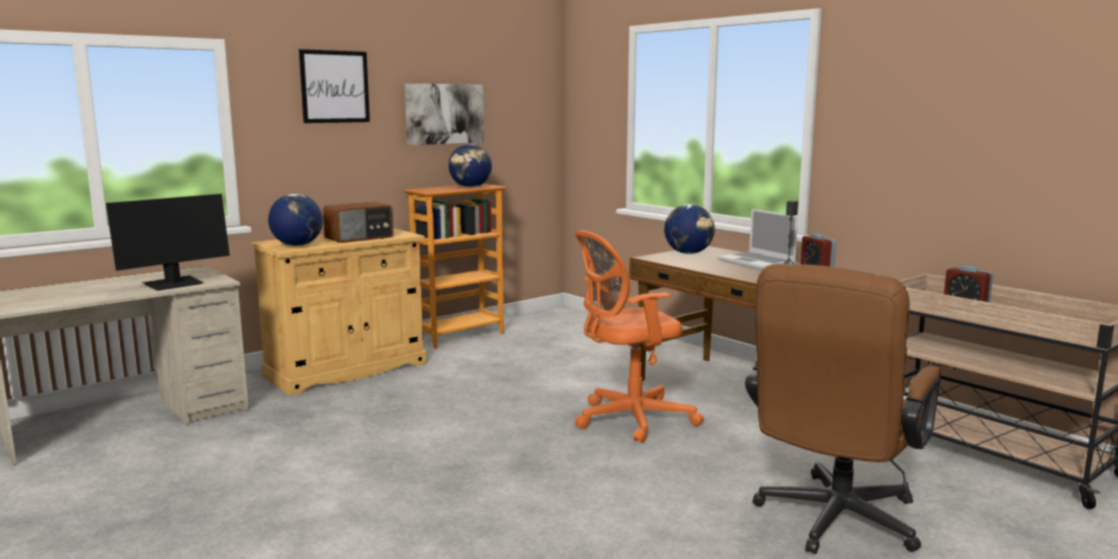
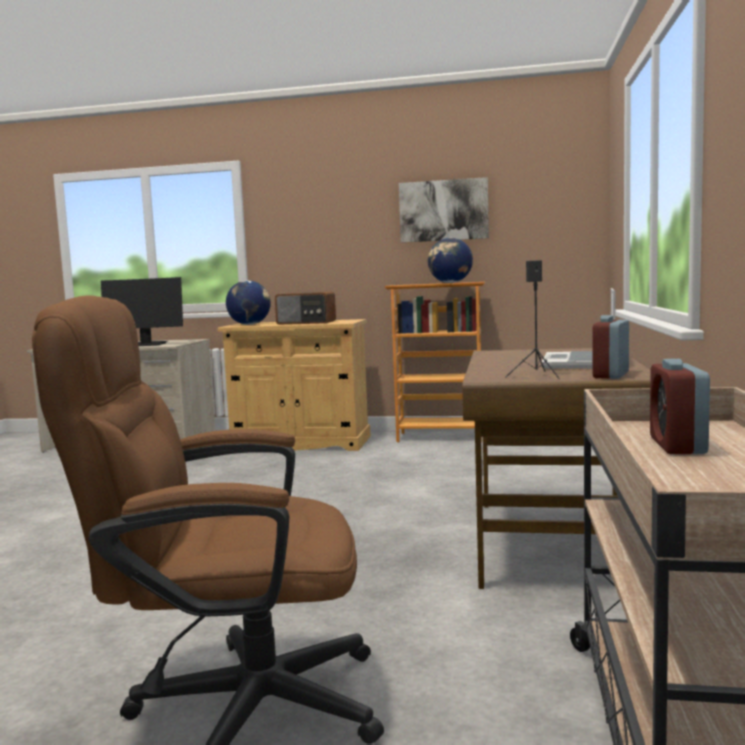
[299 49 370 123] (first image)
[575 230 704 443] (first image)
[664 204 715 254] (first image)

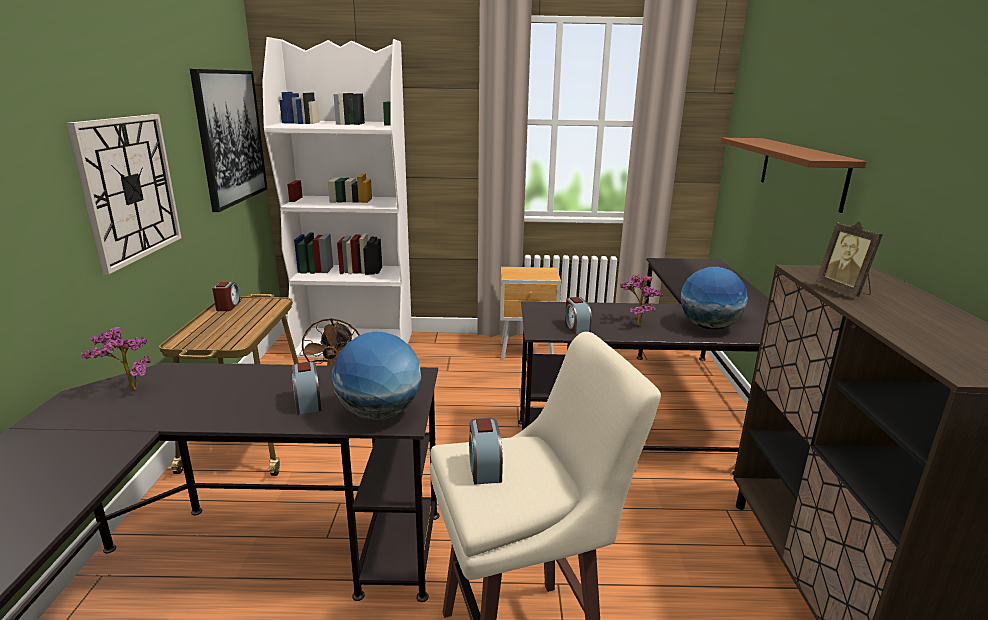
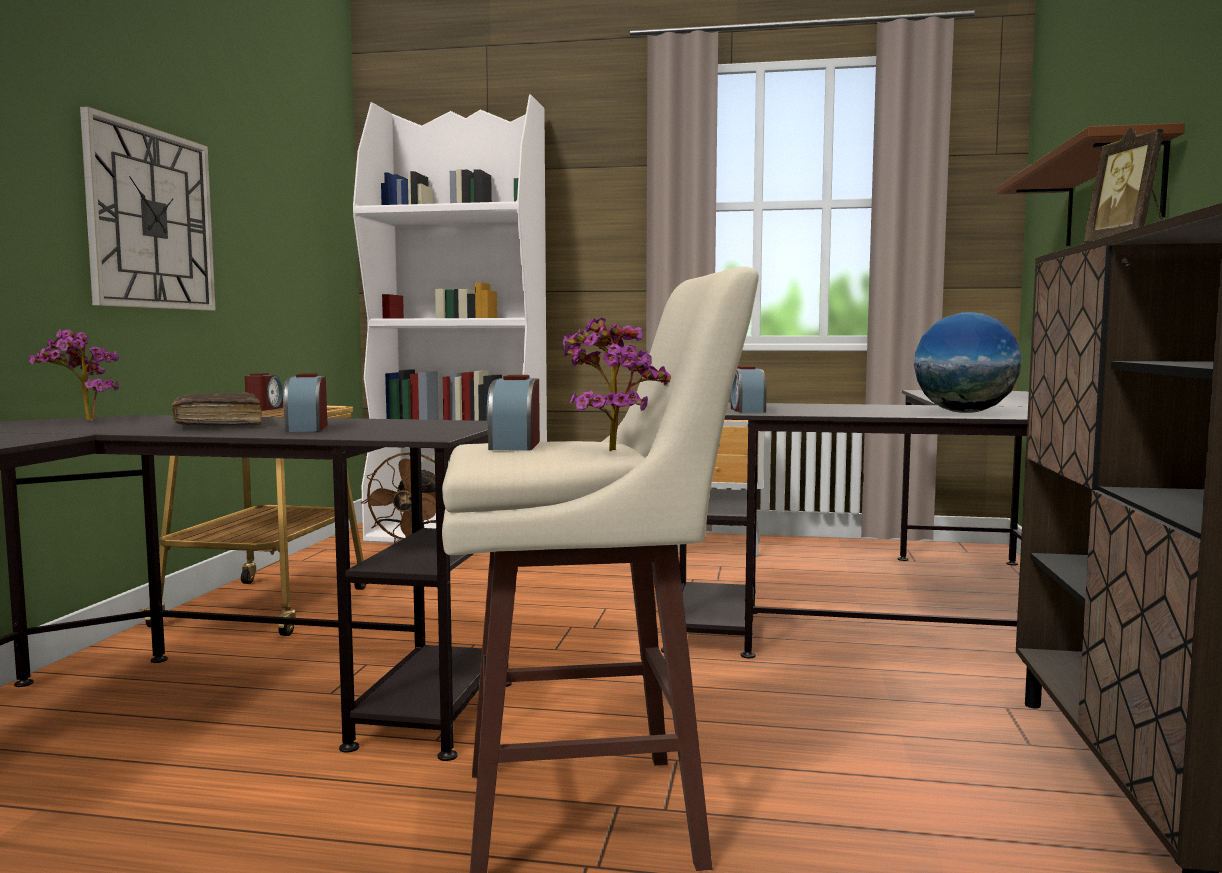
[190 69 267 212] (first image)
[332 332 421 420] (first image)
[563 318 671 451]
[172 392 262 426]

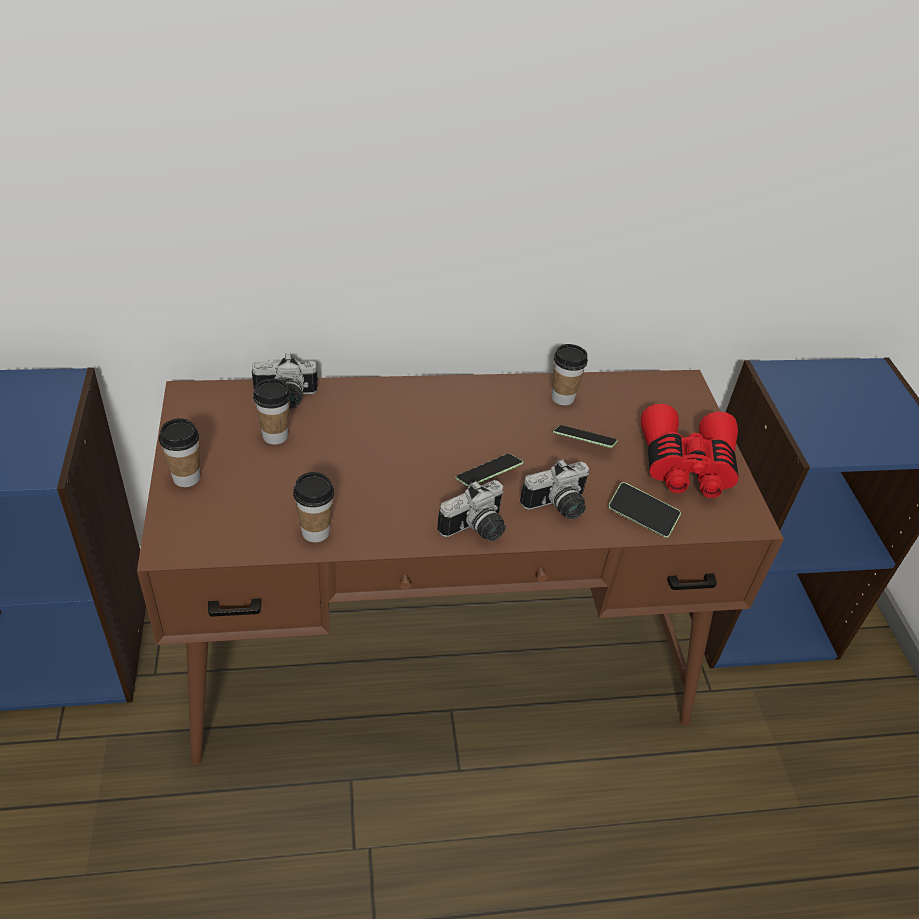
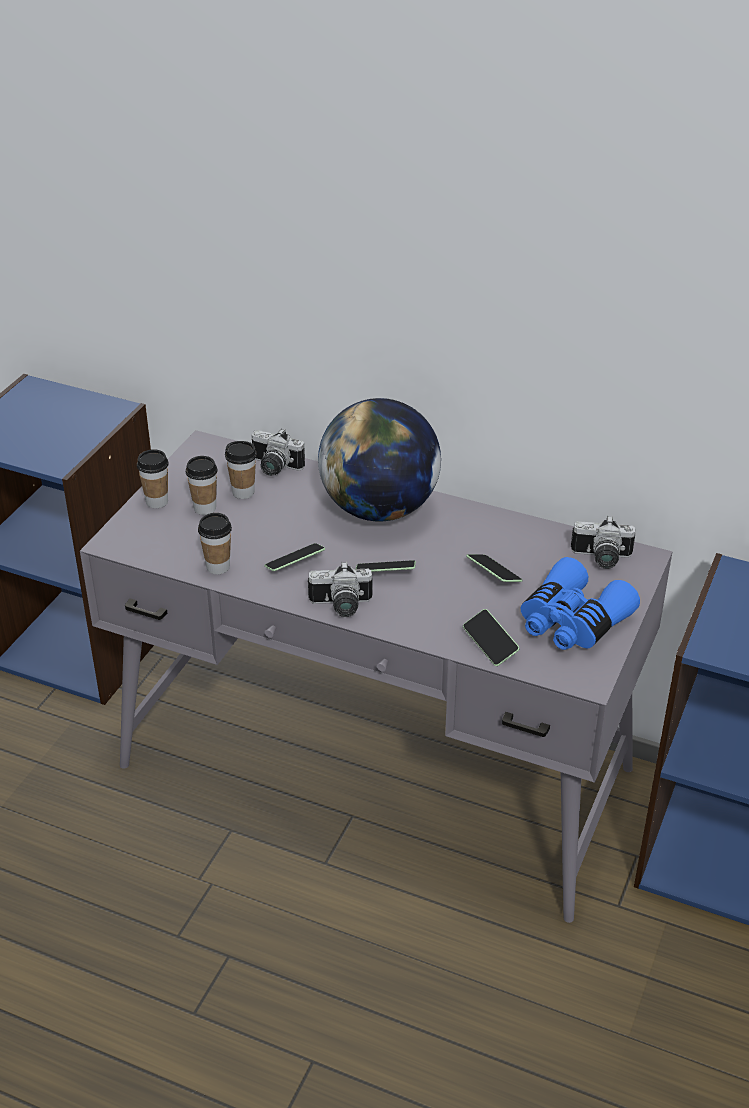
[80 430 673 923]
[571 516 635 569]
[186 456 218 515]
[521 557 640 650]
[264 543 325 571]
[318 398 441 521]

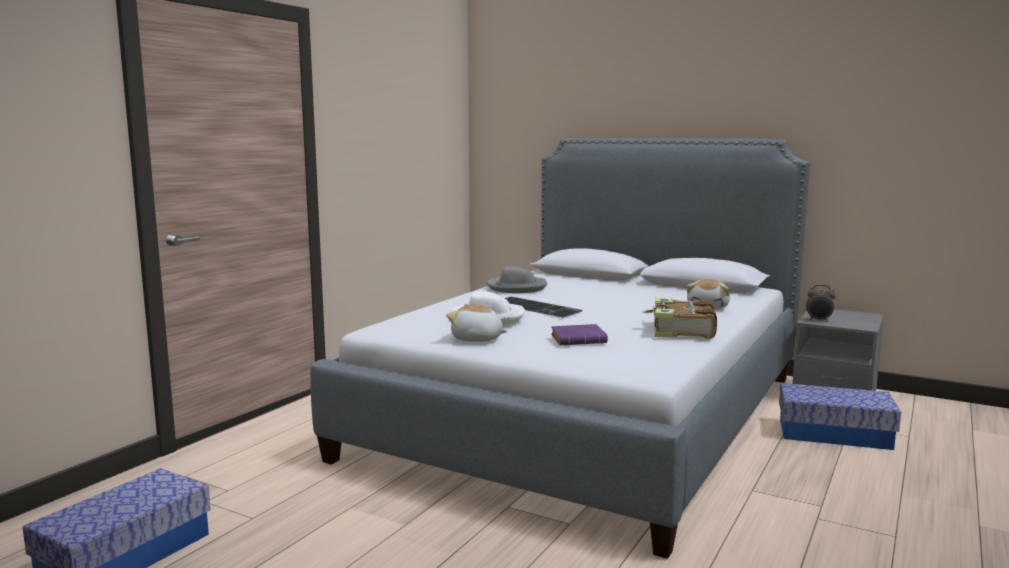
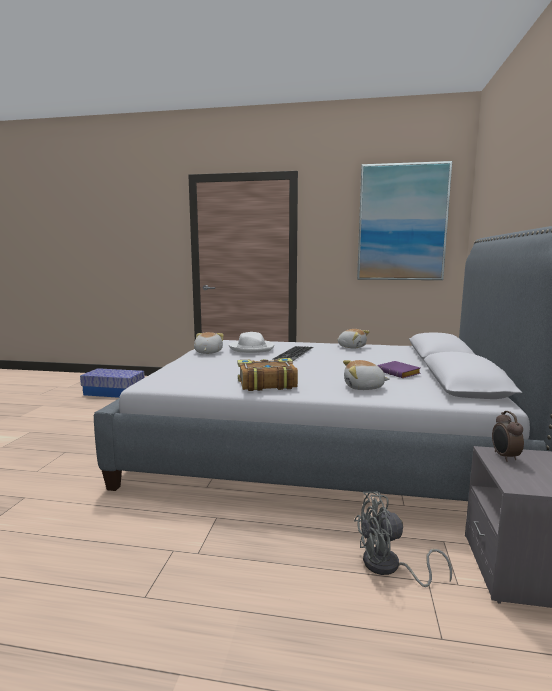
[337 329 370 348]
[378 361 421 378]
[354 492 452 587]
[357 161 452 280]

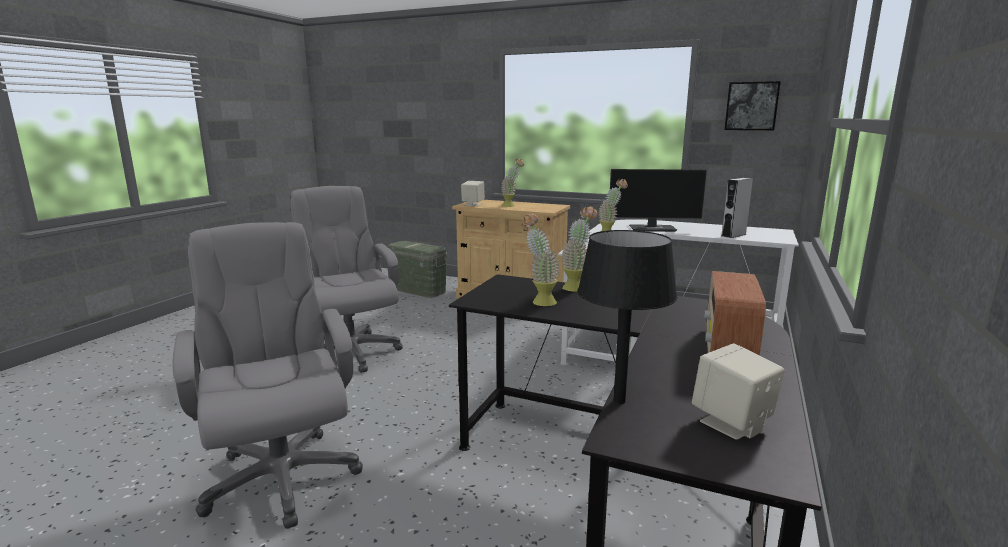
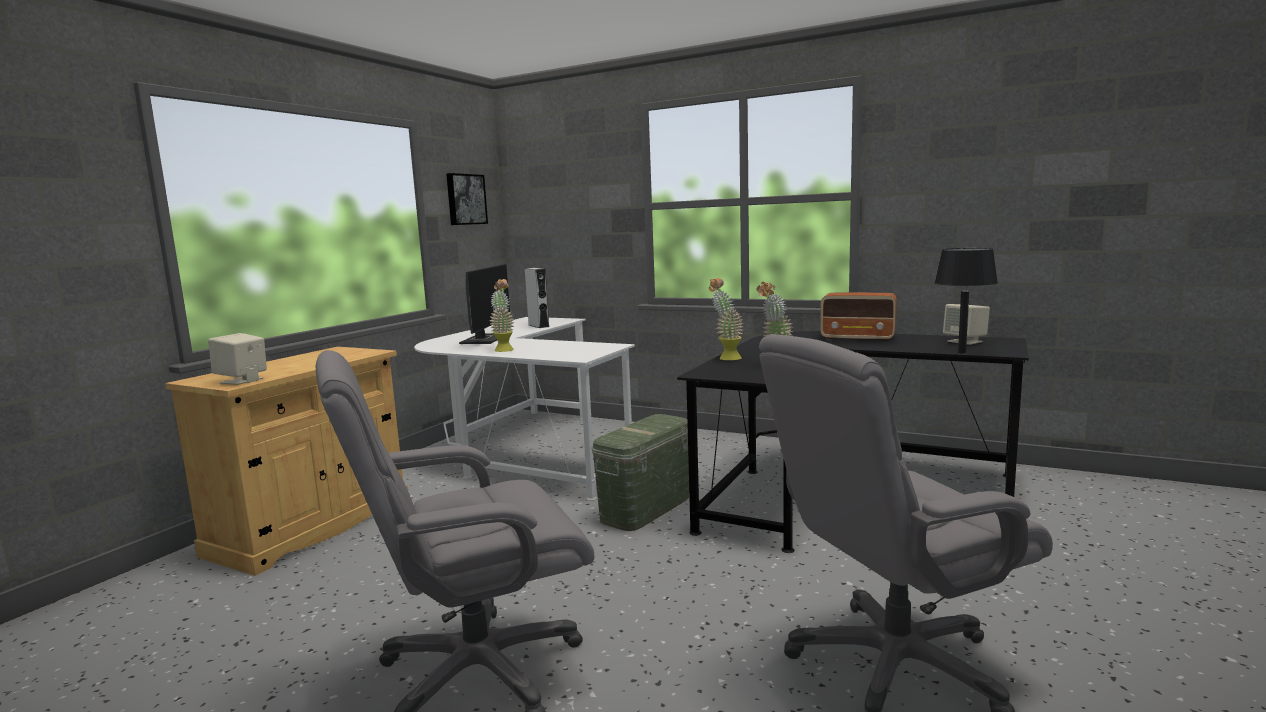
[592 414 689 531]
[501 159 524 207] (first image)

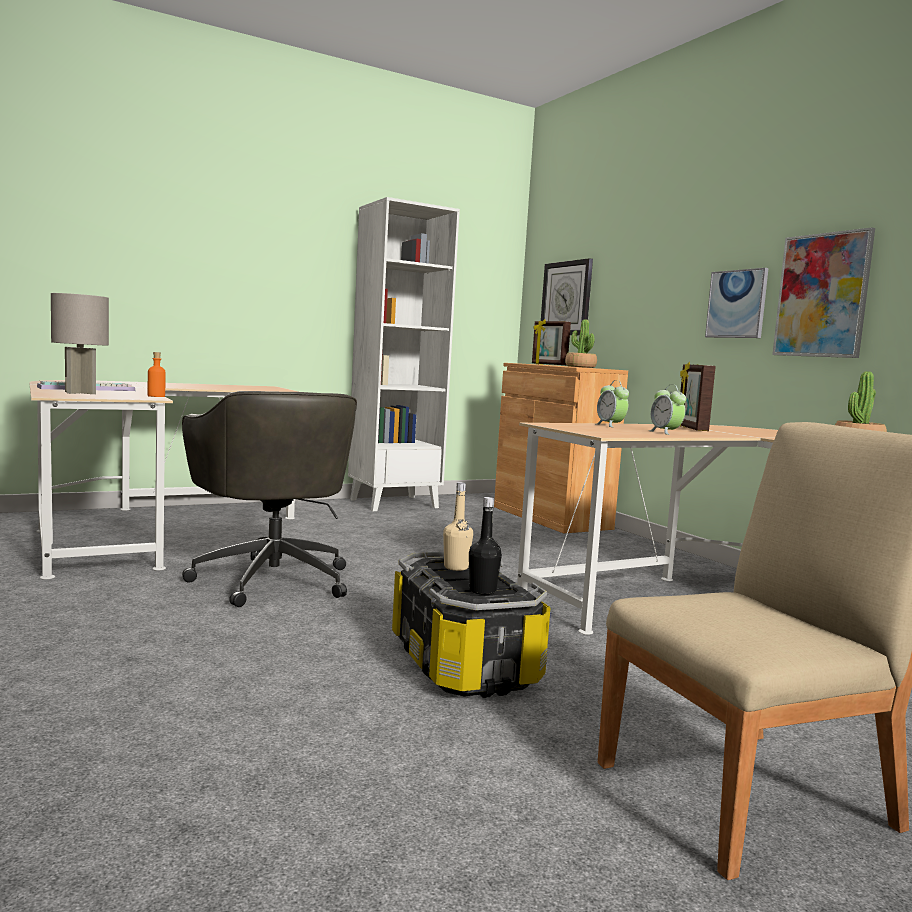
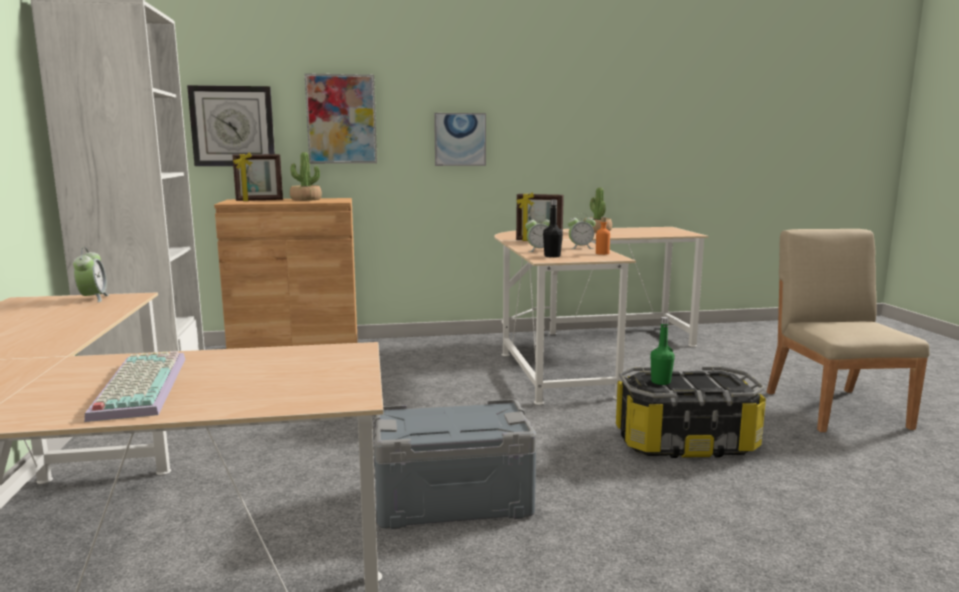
[51 293 109 394] (first image)
[596 217 610 255]
[373 399 536 529]
[651 317 675 385]
[543 200 563 258]
[304 73 377 164]
[73 247 109 302]

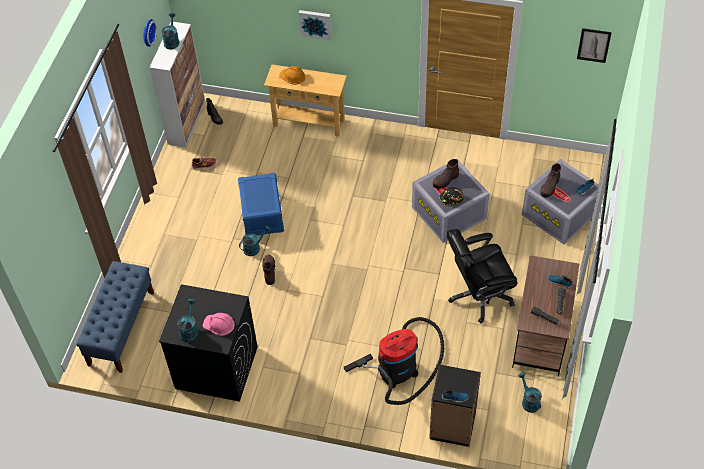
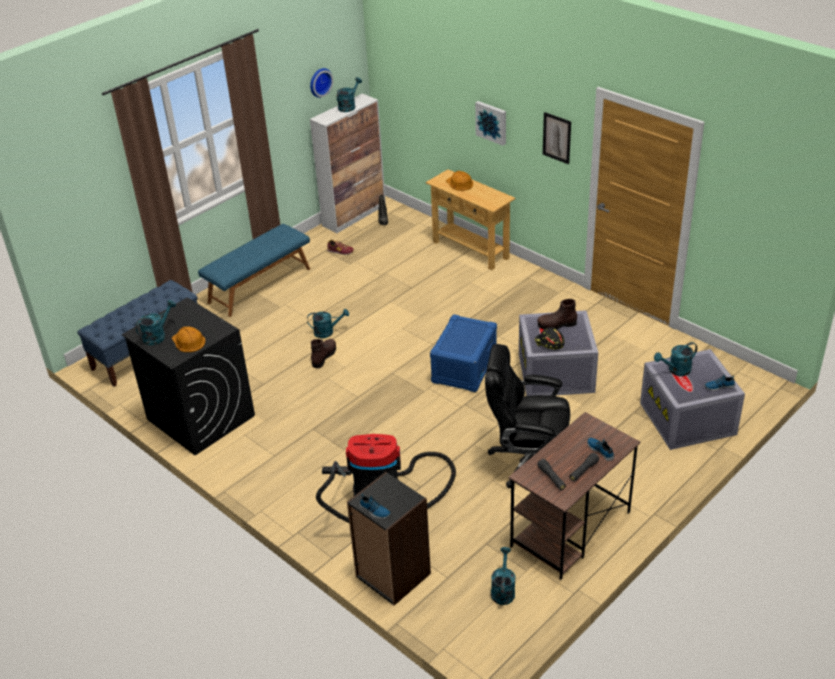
[172 327 206 352]
[430 314 497 392]
[654 342 697 376]
[543 112 571 164]
[198 224 310 317]

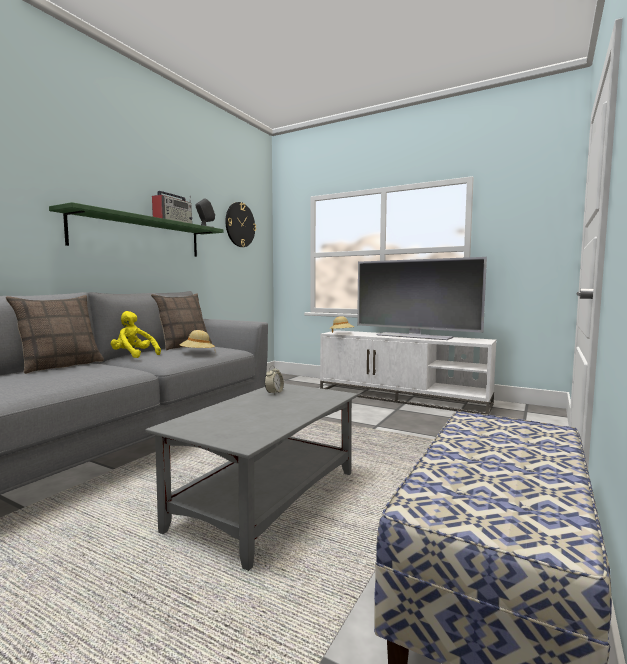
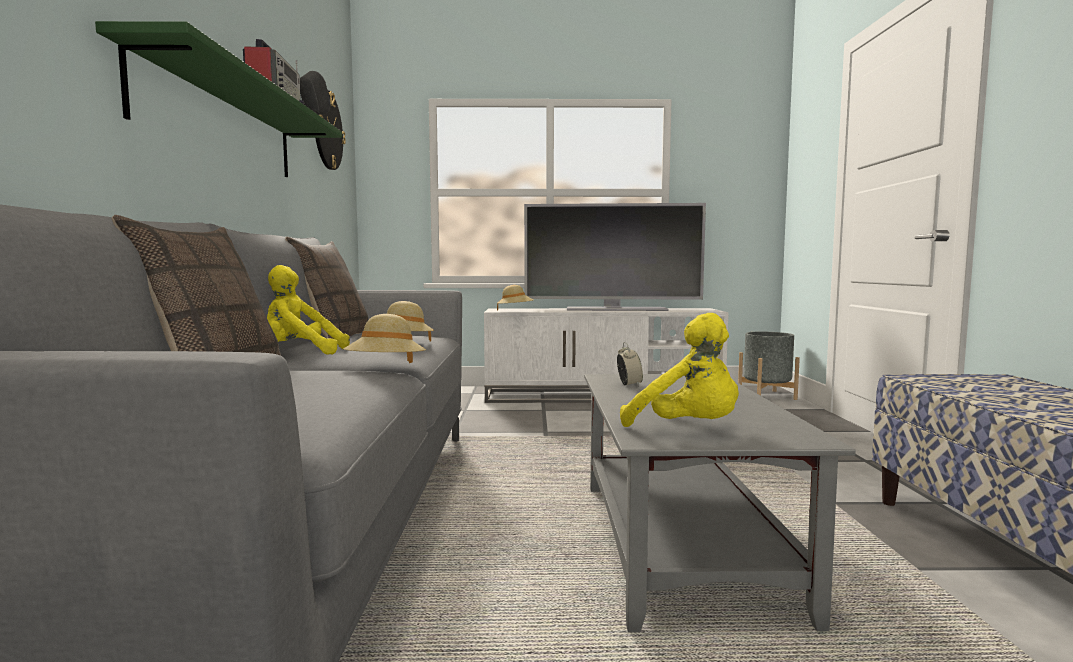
[343 314 426 363]
[620 313 739 427]
[738 332 800 400]

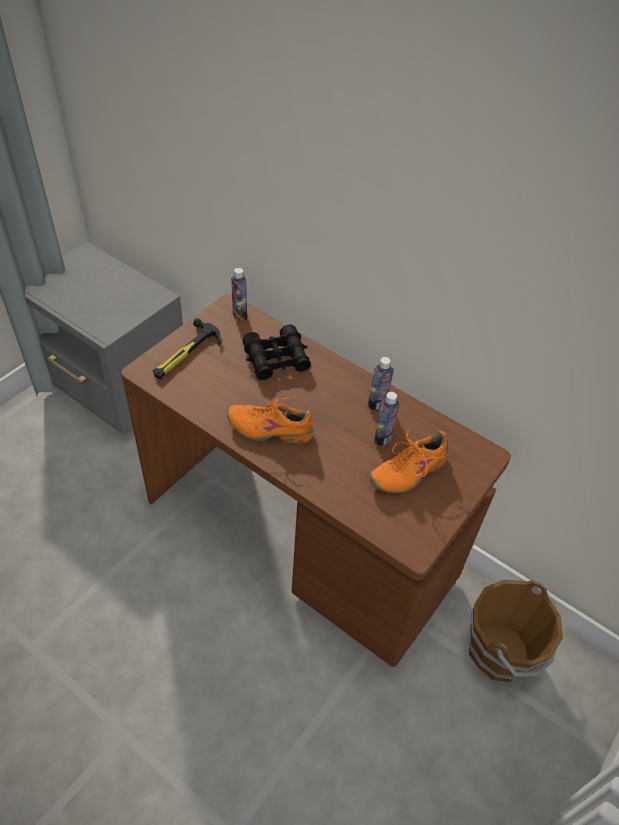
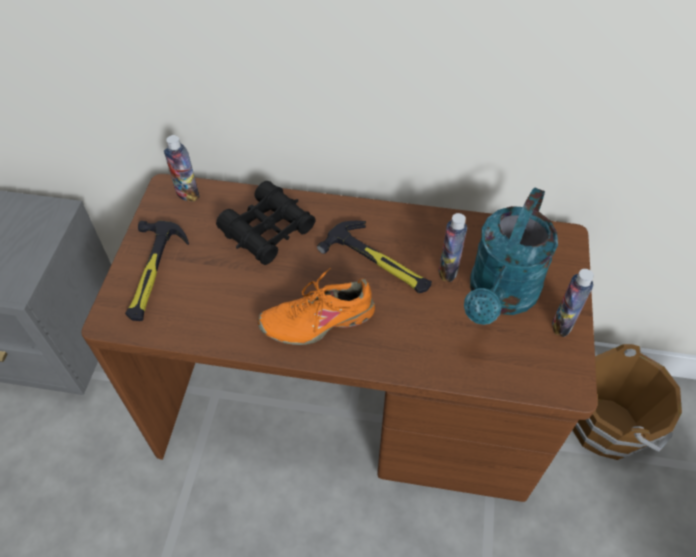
[552 269 594 337]
[464 187 558 325]
[317 221 432 293]

